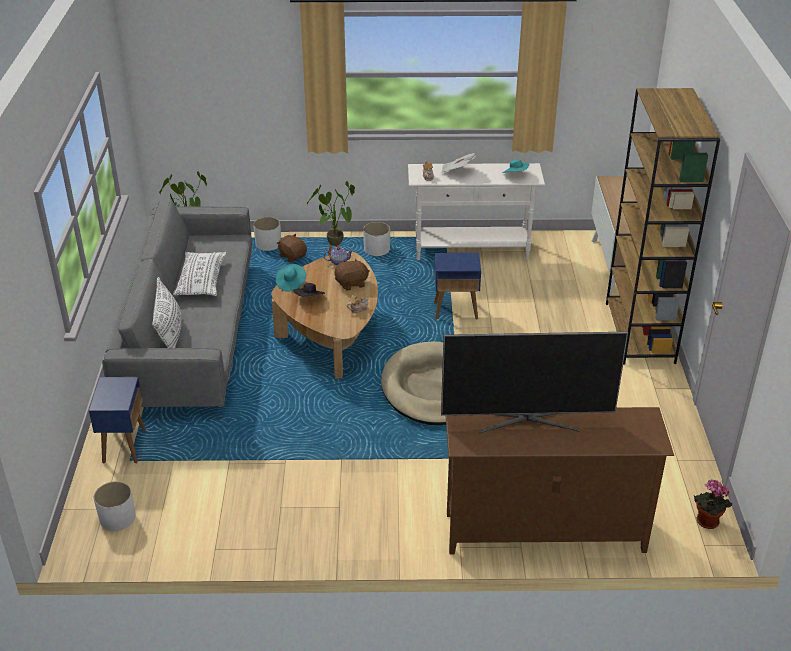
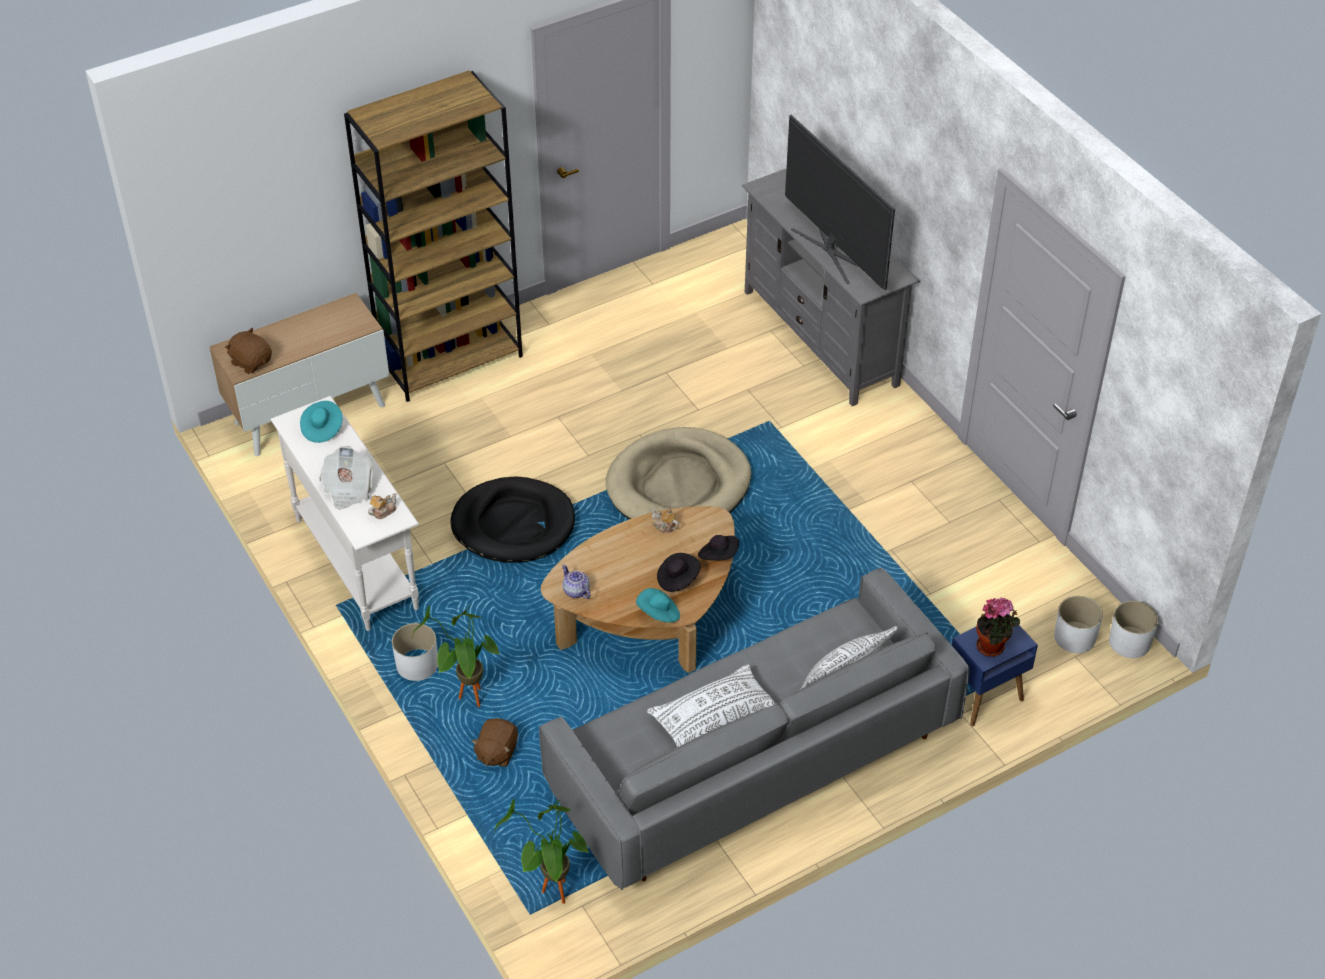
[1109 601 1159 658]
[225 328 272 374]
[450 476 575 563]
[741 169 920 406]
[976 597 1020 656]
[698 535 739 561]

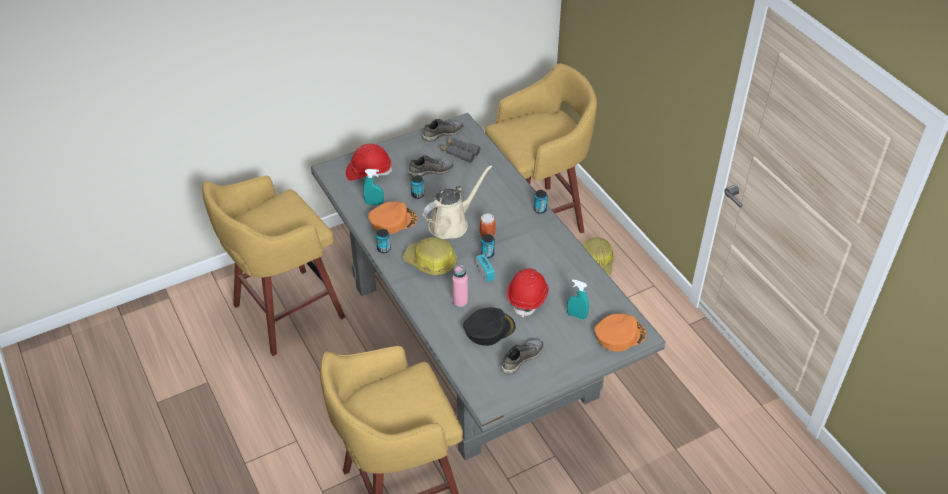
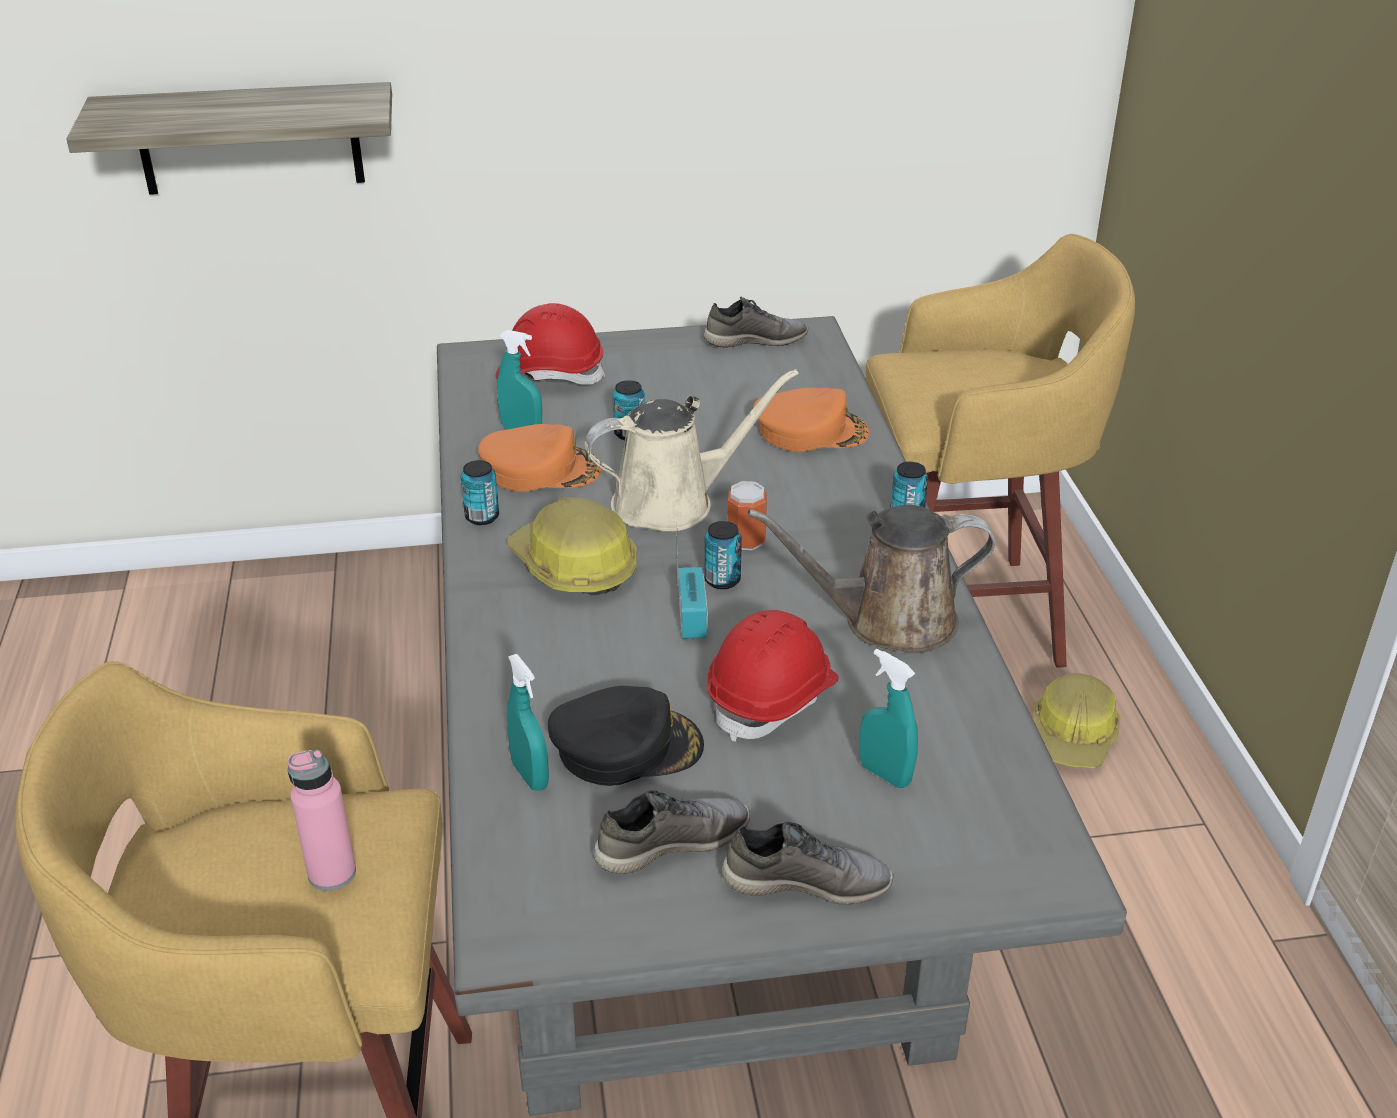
[202 176 345 356] (first image)
[722 822 893 905]
[440 138 481 163] (first image)
[288 750 356 891]
[754 388 870 452]
[66 82 392 195]
[507 654 549 791]
[748 505 995 653]

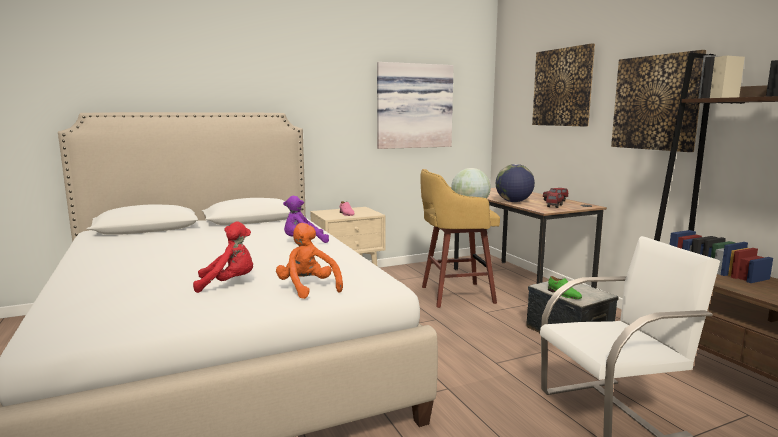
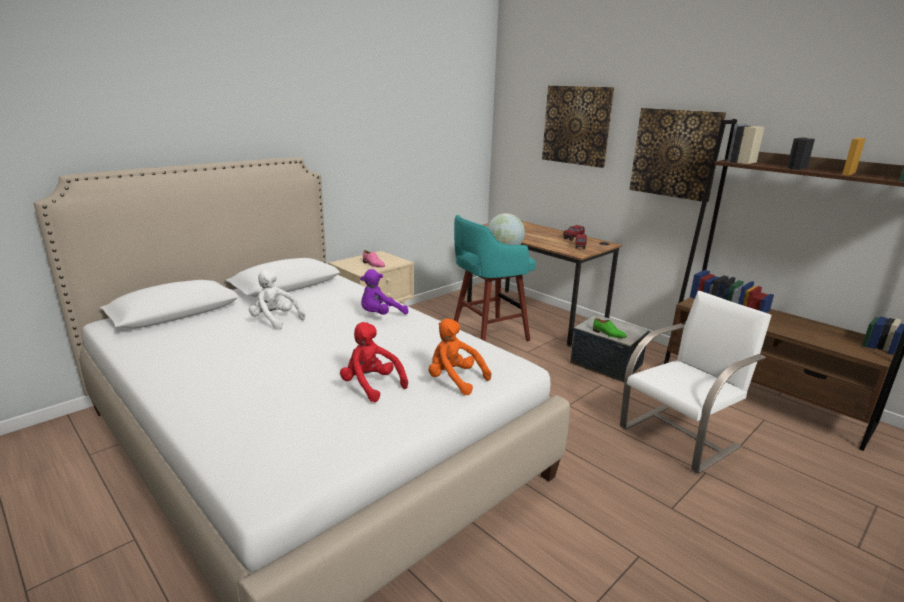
[340 322 408 402]
[377 62 454 149] (first image)
[454 215 536 341]
[496 164 535 202] (first image)
[249 269 305 330]

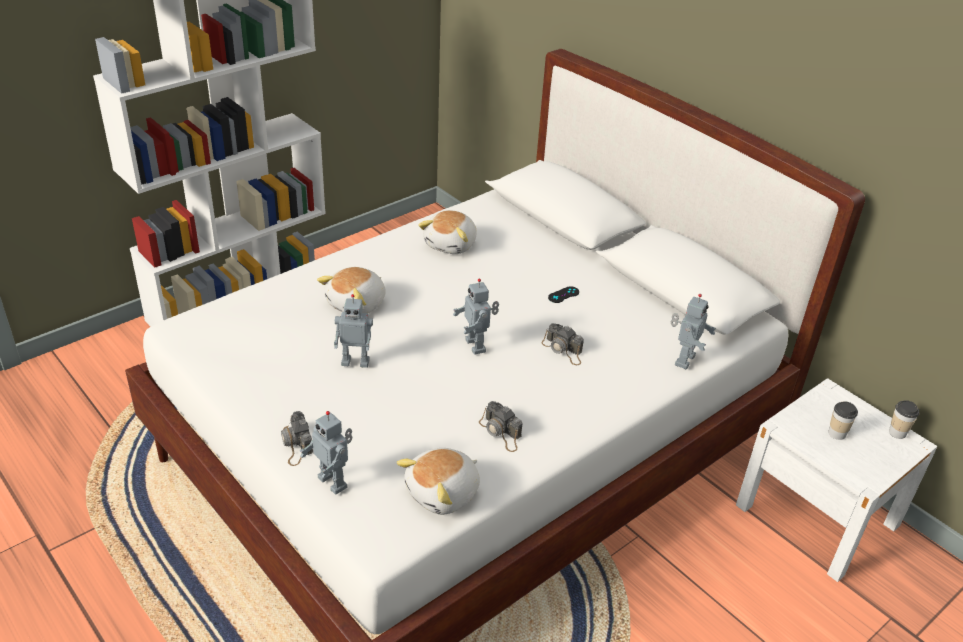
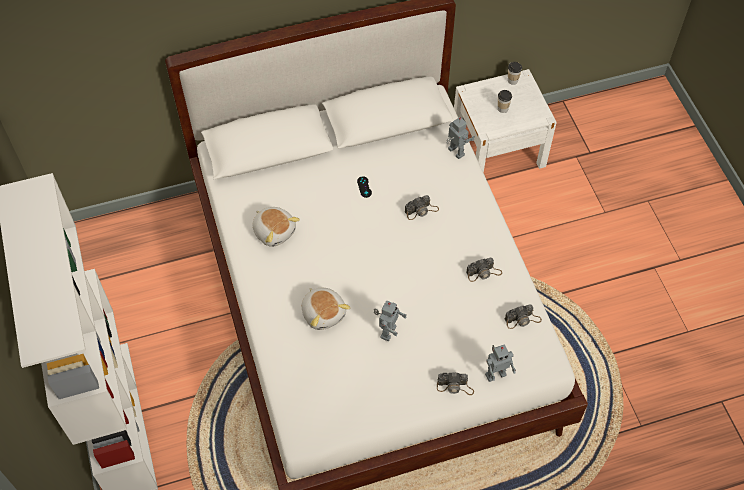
[505 304 542 329]
[453 279 499 355] (first image)

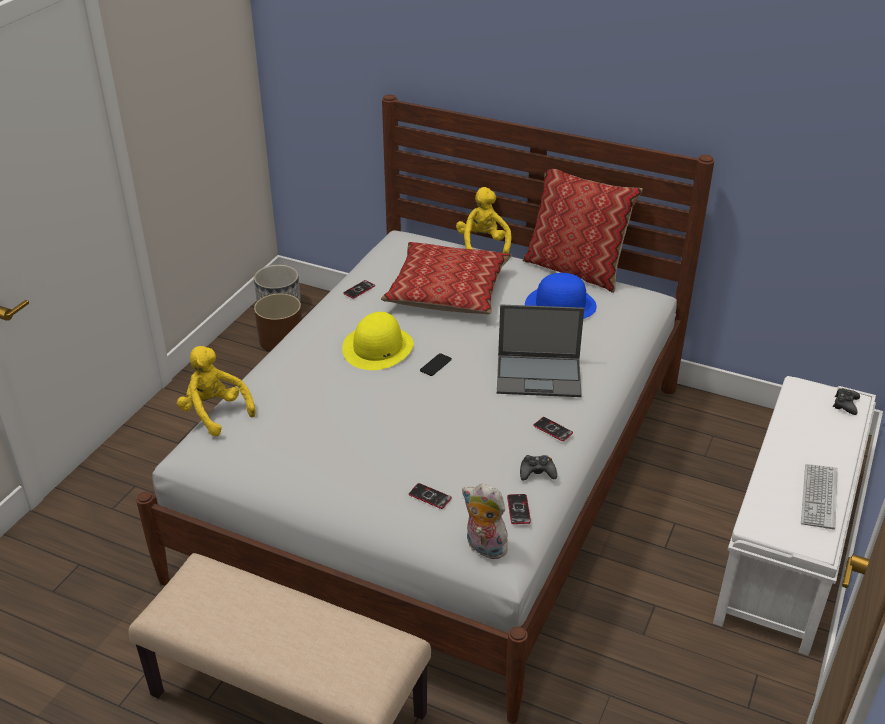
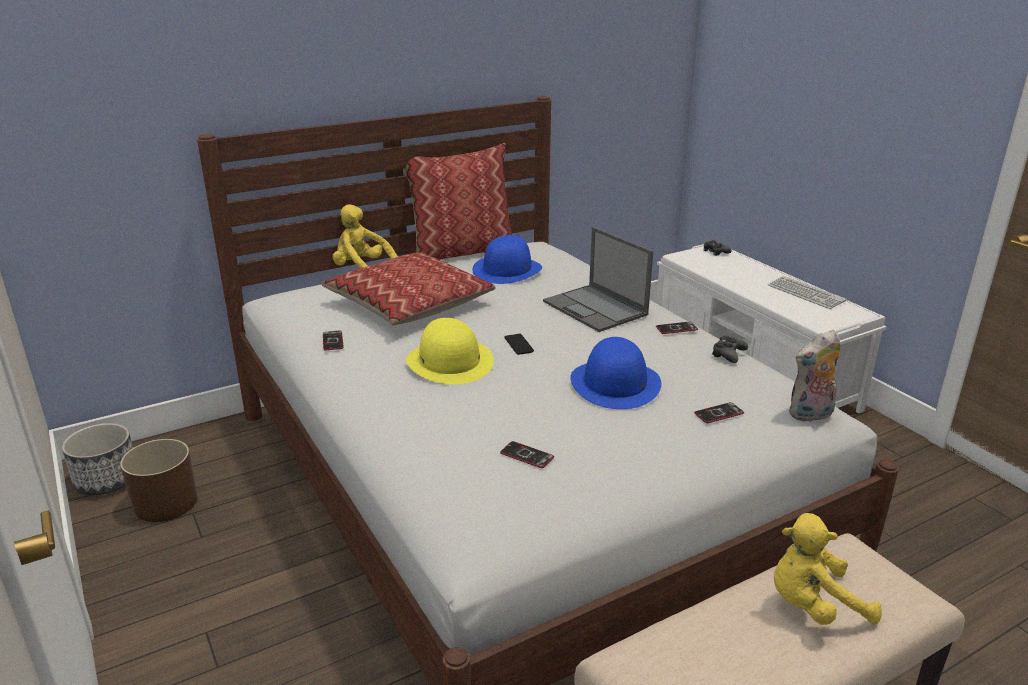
[774 513 882 625]
[543 227 653 332]
[500 441 554 468]
[570 337 661 409]

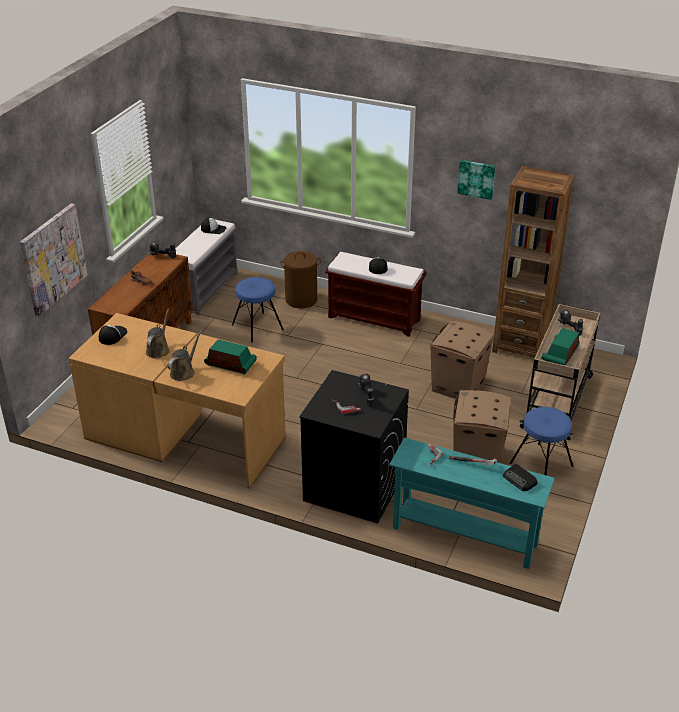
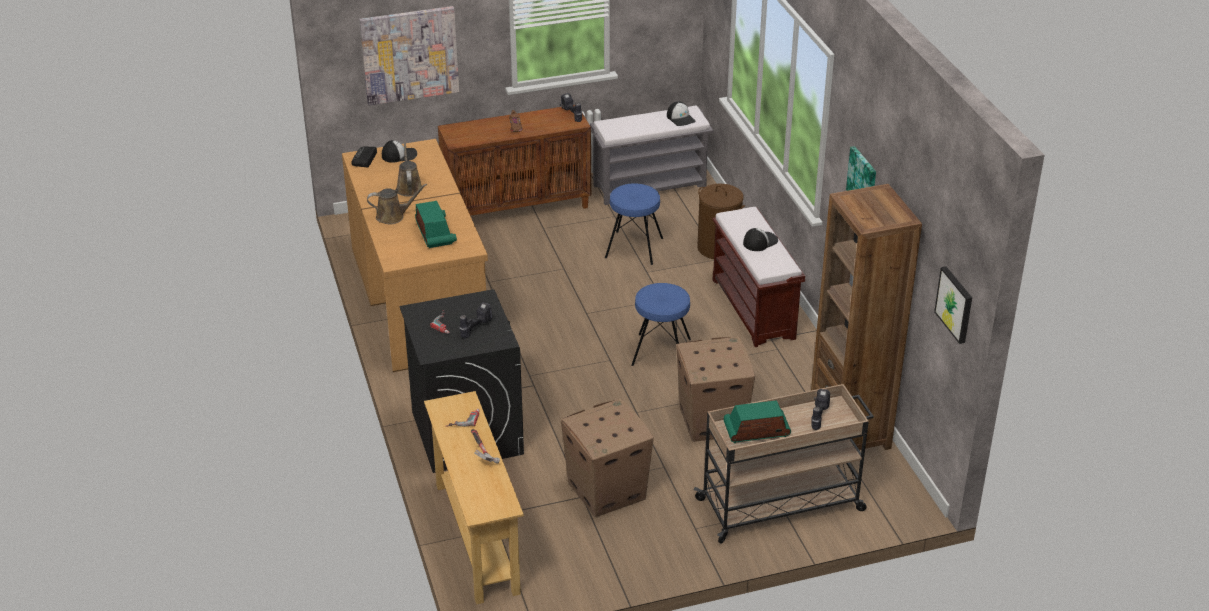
[396 140 423 197]
[424 391 524 604]
[351 147 377 168]
[631 283 691 366]
[934 267 972 344]

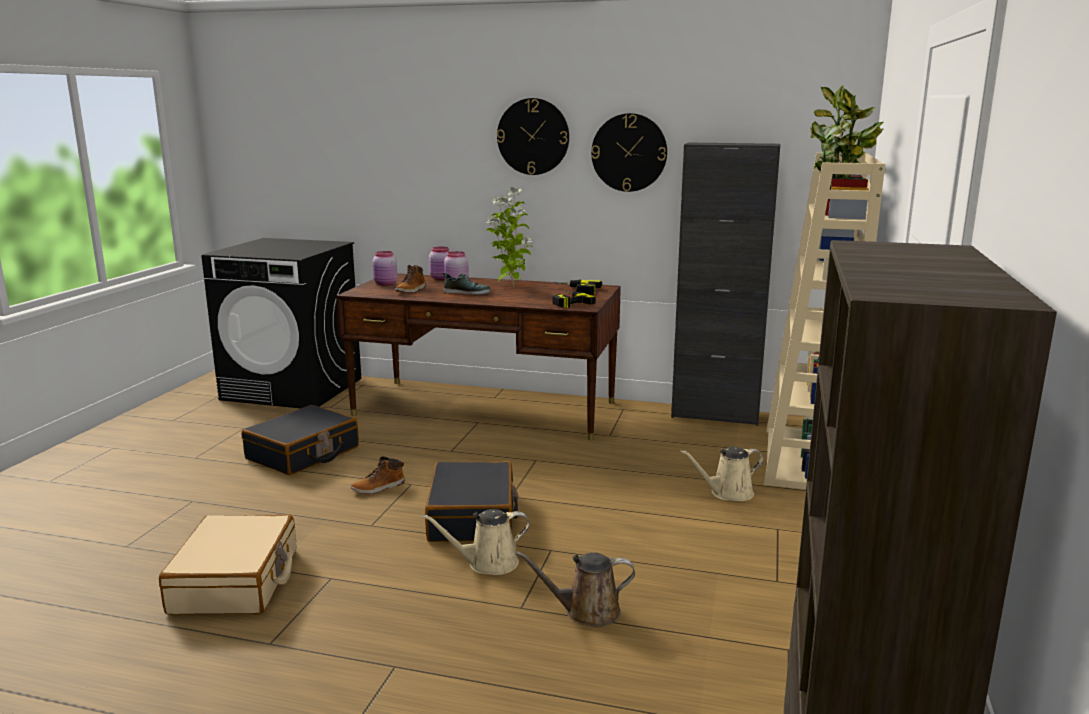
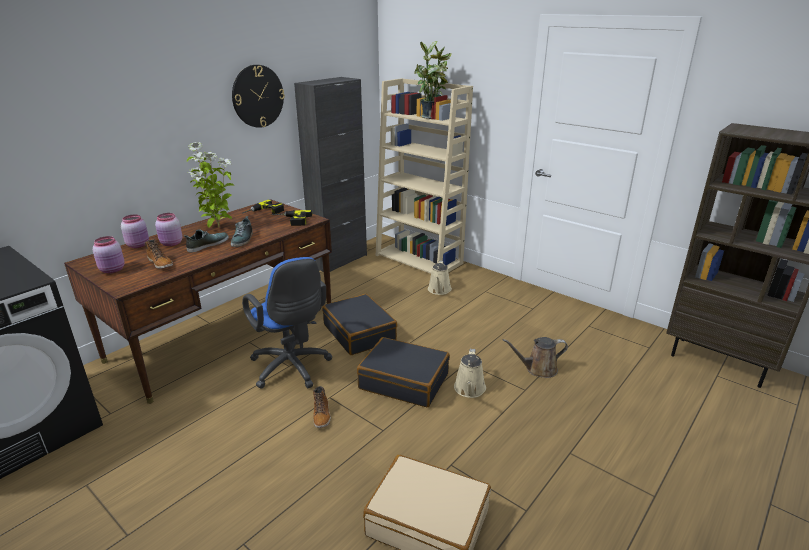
[322 294 397 355]
[497 98 569 175] (first image)
[503 337 568 378]
[231 216 253 247]
[242 257 332 389]

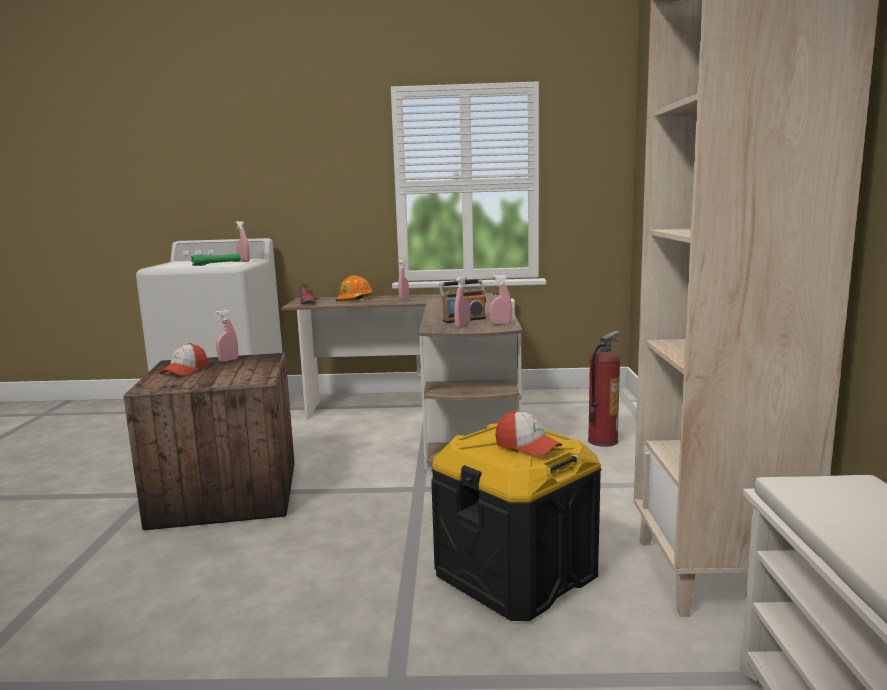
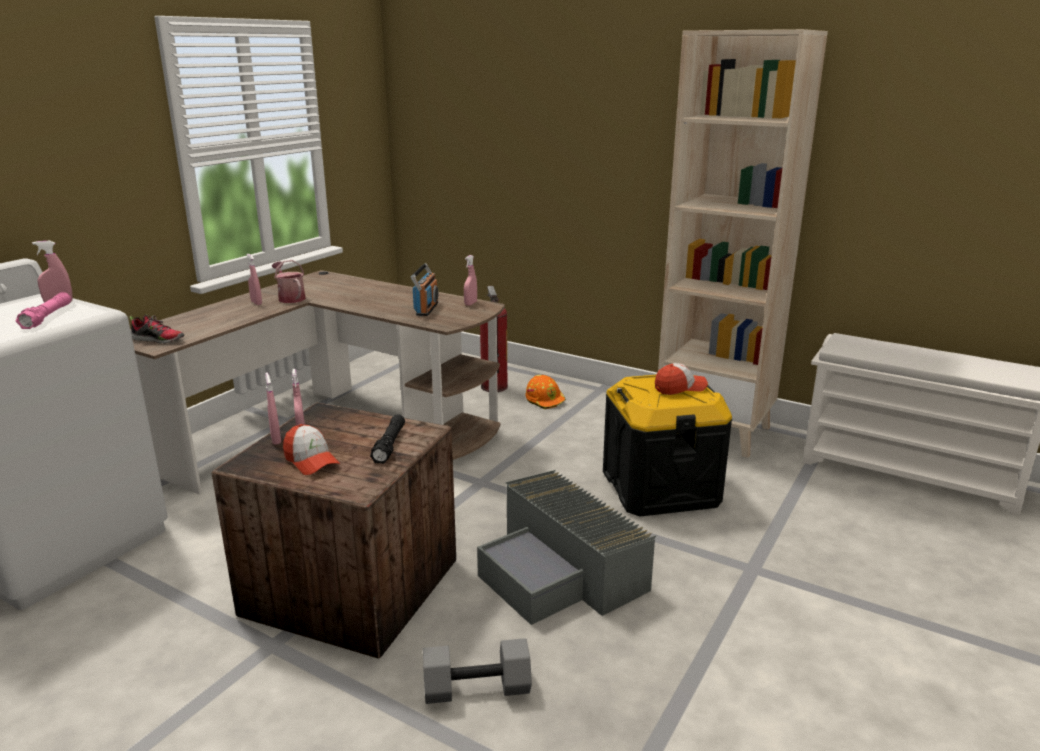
[16 292 71 329]
[525 375 566 409]
[265 373 281 445]
[272 260 306 303]
[370 414 405 464]
[423 638 532 704]
[477 470 656 625]

